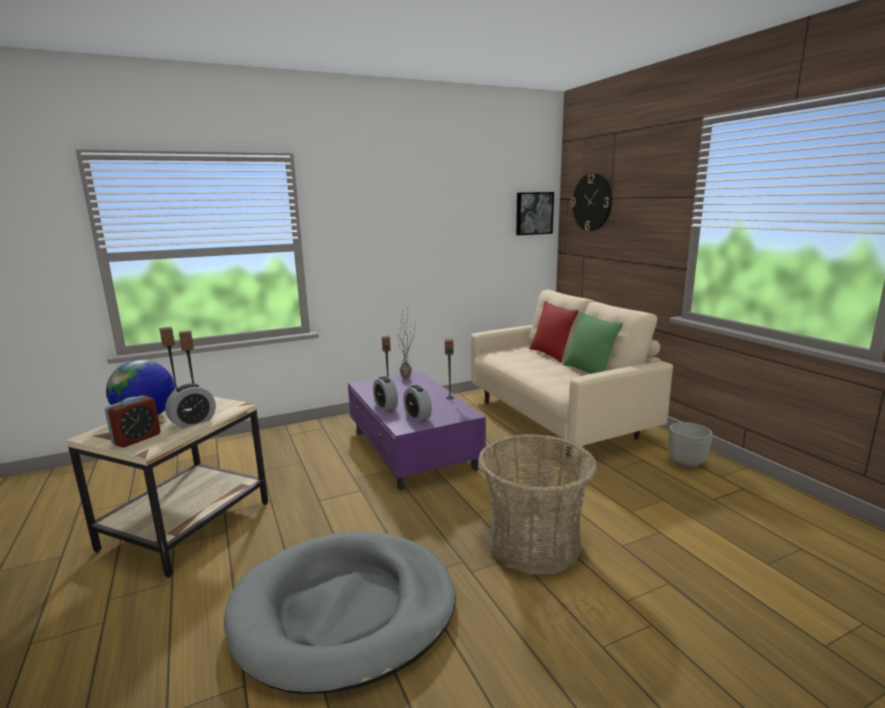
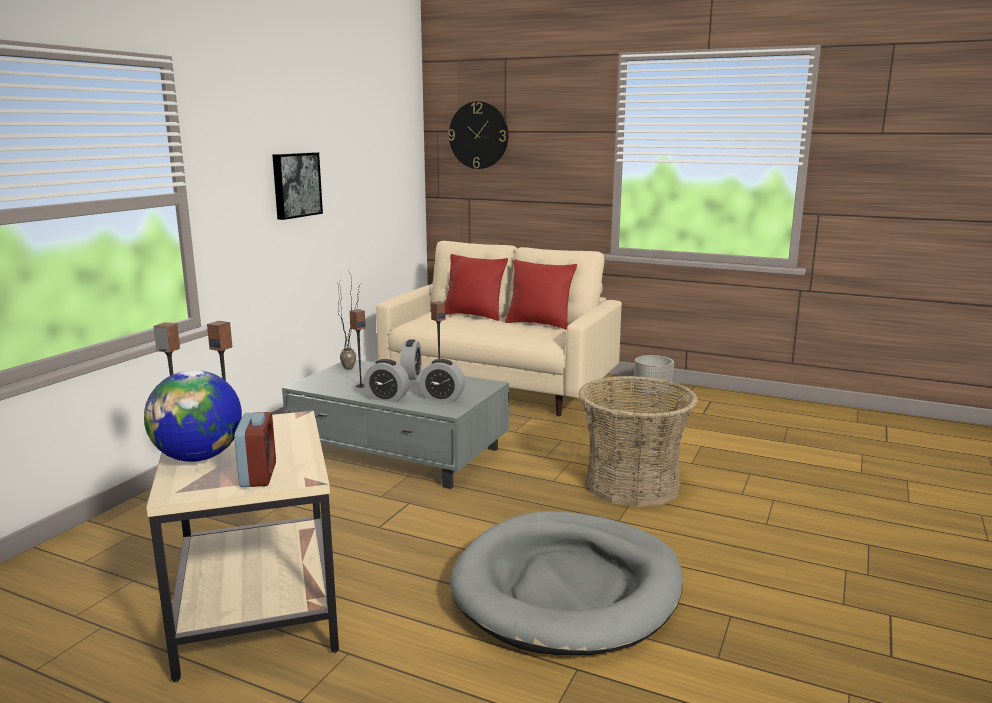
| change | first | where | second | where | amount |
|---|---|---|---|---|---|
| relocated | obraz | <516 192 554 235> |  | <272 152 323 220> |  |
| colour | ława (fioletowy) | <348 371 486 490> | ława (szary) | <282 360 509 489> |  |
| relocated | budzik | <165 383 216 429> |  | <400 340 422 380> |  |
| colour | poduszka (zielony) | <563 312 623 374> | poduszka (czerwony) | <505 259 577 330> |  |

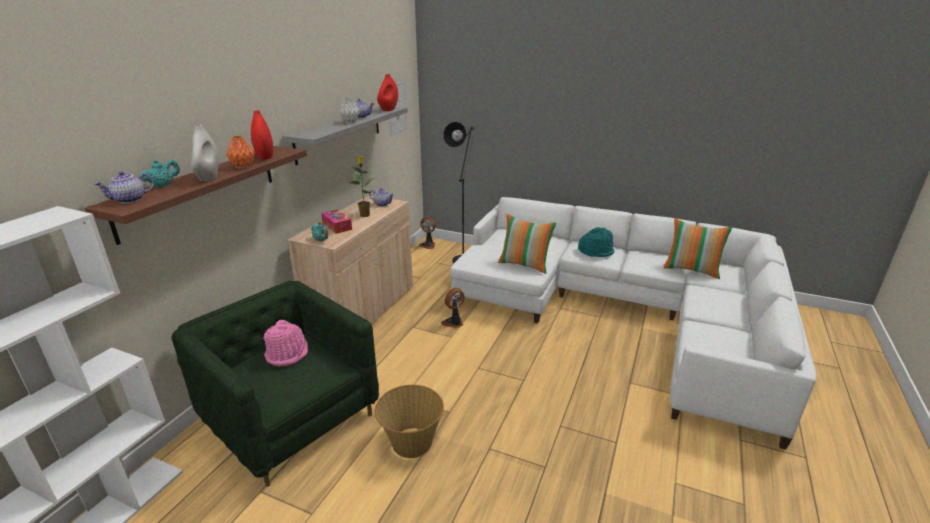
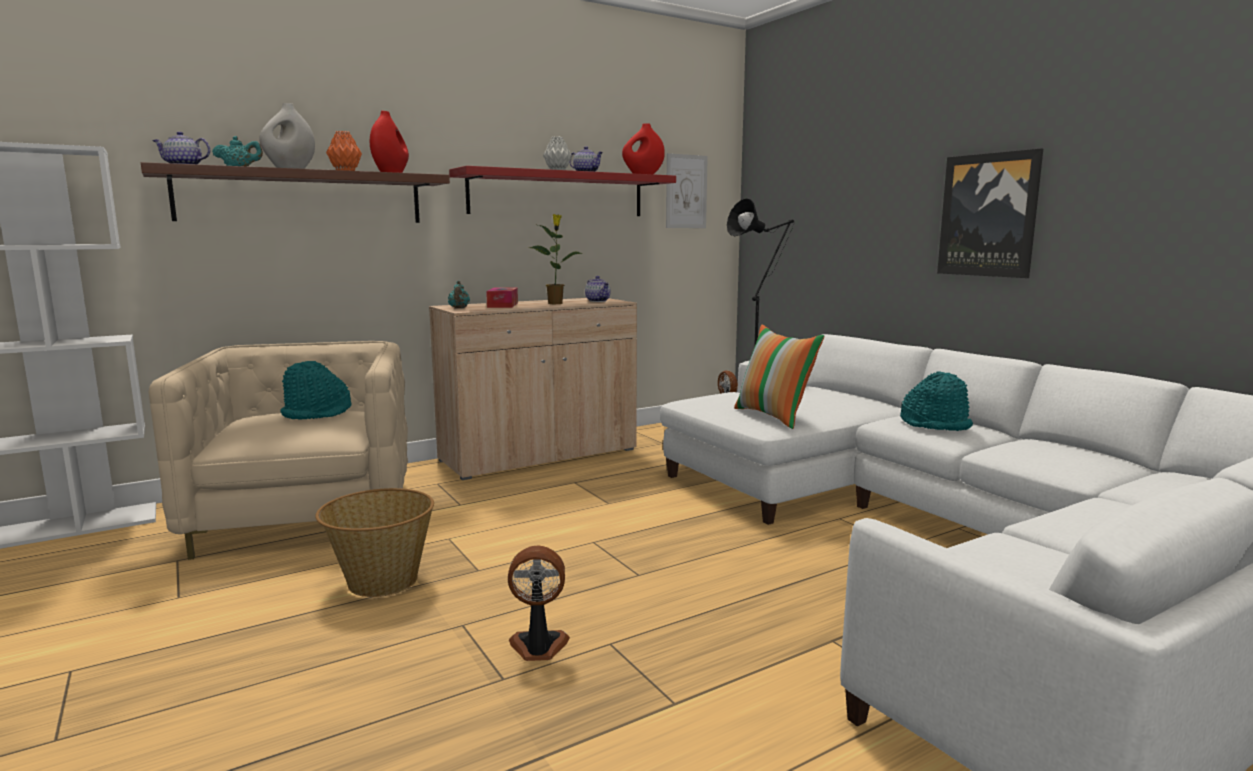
| change | first | where | second | where | amount |
|---|---|---|---|---|---|
| colour | fotel (zielony) | <171 281 379 487> | fotel (beżowy) | <149 341 408 560> |  |
| colour | kapelusz (różowy) | <263 320 308 366> | kapelusz (turkusowy) | <280 361 351 419> |  |
| colour | półka (szary) | <283 106 408 165> | półka (czerwony) | <449 166 676 216> |  |
| relocated | wentylator | <441 288 464 328> |  | <508 545 570 661> |  |
| appeared |  |  | obraz | <937 148 1043 278> |  |
| missing | poduszka | <664 218 733 279> |  |  |  |

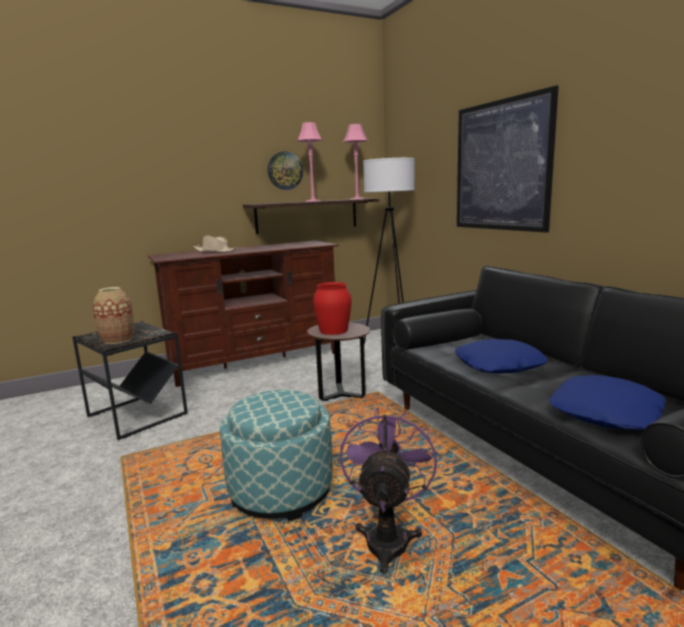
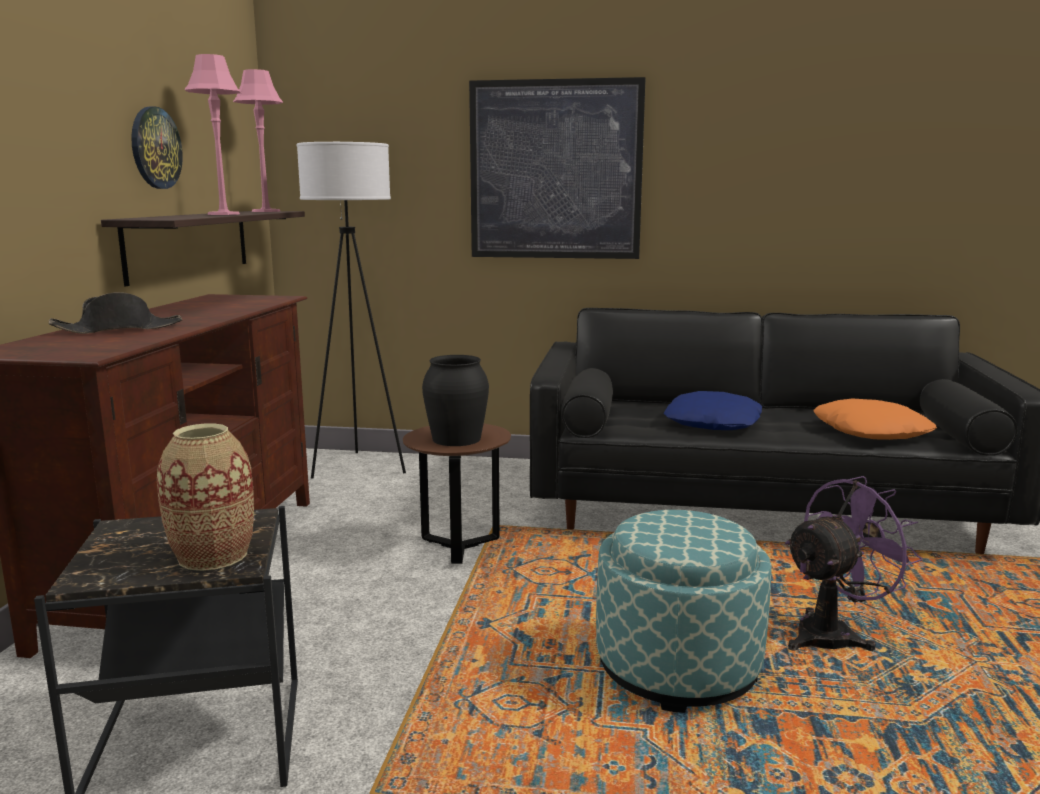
| change | first | where | second | where | amount |
|---|---|---|---|---|---|
| colour | kapelusz (beżowy) | <193 236 238 252> | kapelusz (czarny) | <48 292 182 334> |  |
| colour | wazon (czerwony) | <313 282 352 335> | wazon (czarny) | <422 355 489 446> |  |
| spun | wentylator (fioletowy) | <340 408 437 575> |  | <785 476 922 651> | 105 degrees clockwise |
| colour | poduszka (niebieski) | <549 375 666 430> | poduszka (pomarańczowy) | <814 398 937 440> |  |

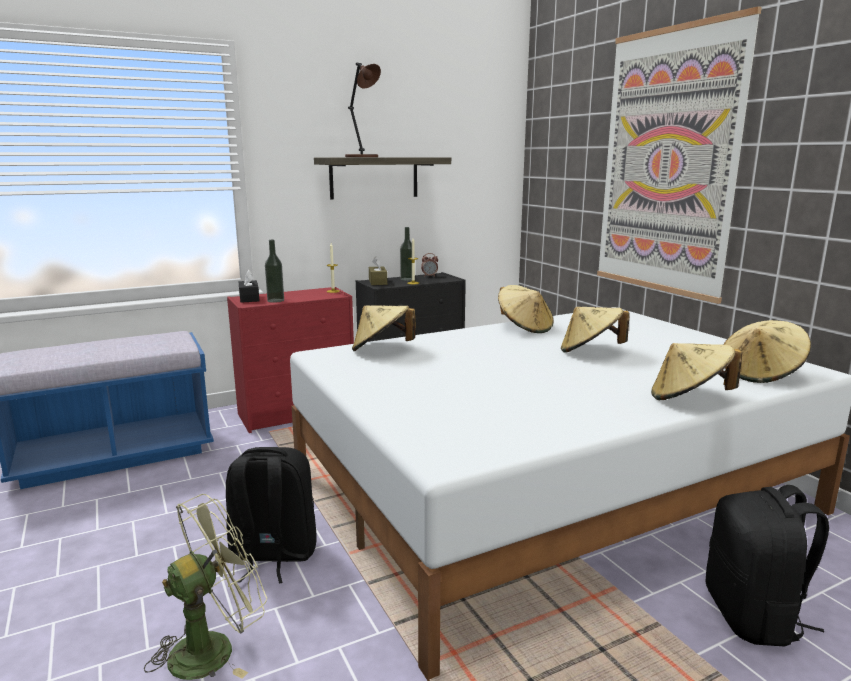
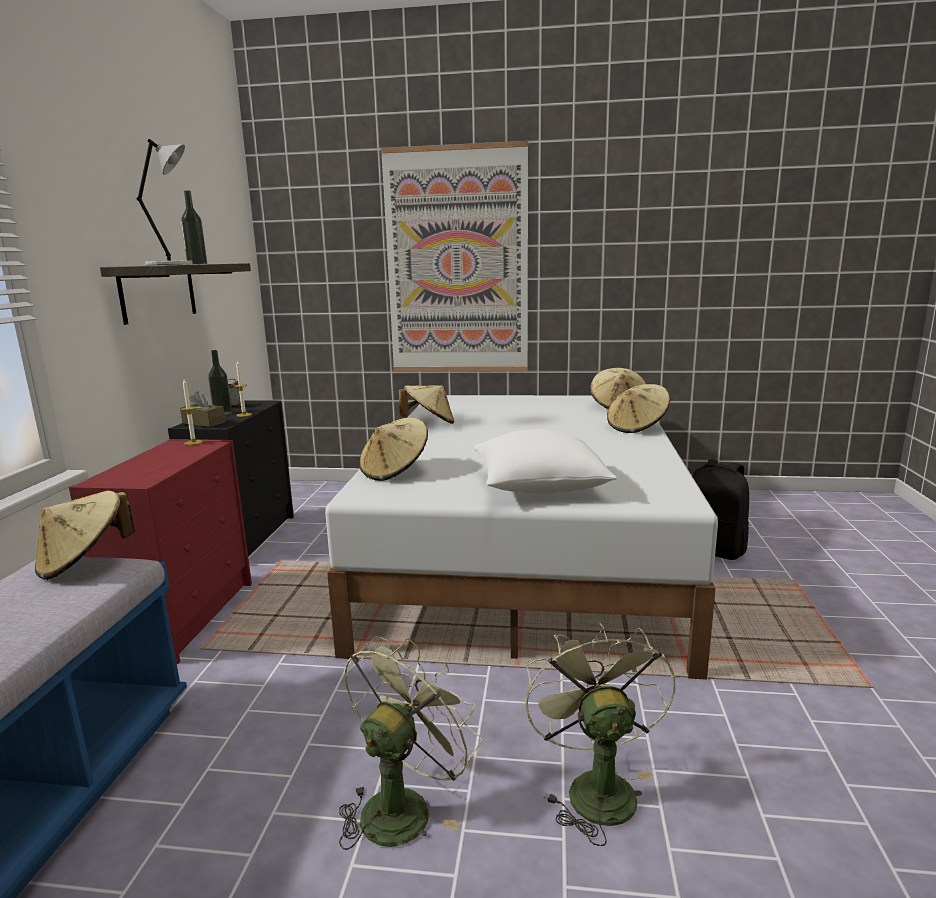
| change | first | where | second | where | amount |
|---|---|---|---|---|---|
| relocated | kapelusz (beżowy) | <561 307 630 353> |  | <35 491 135 580> |  |
| colour | lampa stołowa (brązowy) | <345 63 381 157> | lampa stołowa (szary) | <136 139 193 265> |  |
| relocated | butelka | <265 240 284 303> |  | <181 190 207 264> |  |
| appeared |  |  | wentylator (zielony) | <339 636 482 850> |  |
| appeared |  |  | poduszka (biały) | <473 429 617 493> |  |
| missing | plecak (czarny) | <226 447 317 583> |  |  |  |
| missing | pudełko chusteczek (czarny) | <239 270 259 303> |  |  |  |

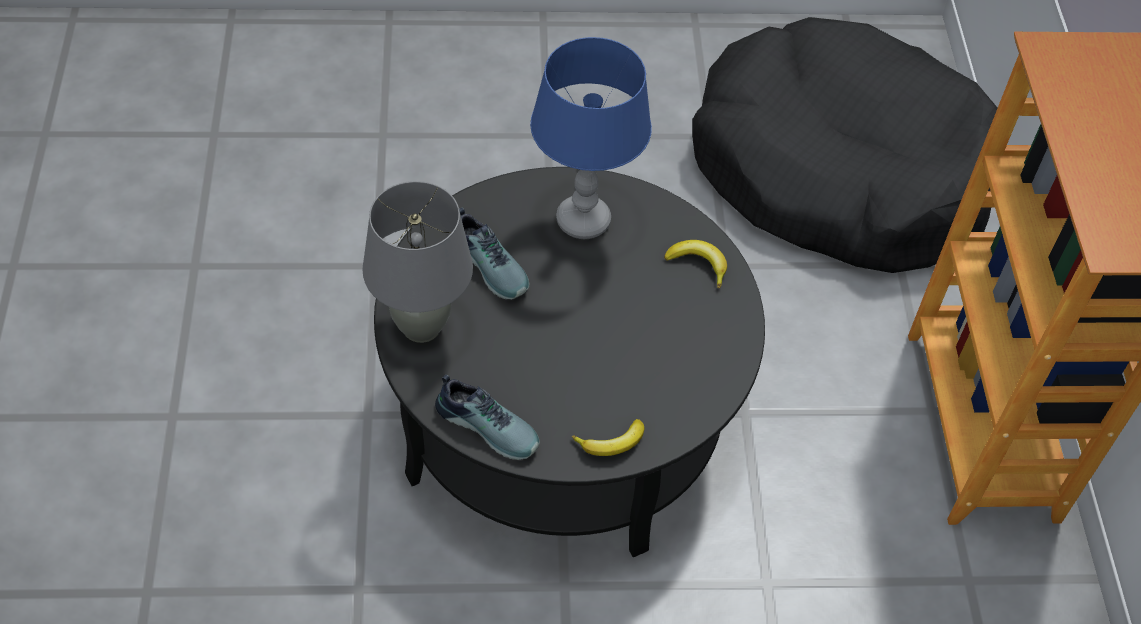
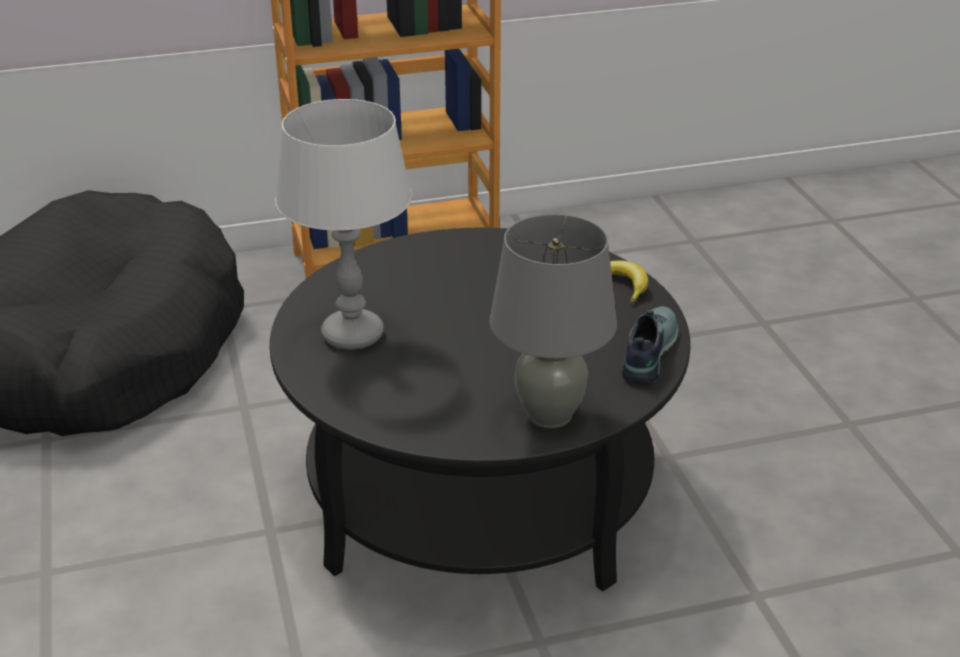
| change | first | where | second | where | amount |
|---|---|---|---|---|---|
| colour | lampa stołowa (niebieski) | <530 37 652 239> | lampa stołowa (szary) | <275 99 412 350> |  |
| missing | but | <459 208 529 300> |  |  |  |
| missing | banan | <664 240 727 288> |  |  |  |

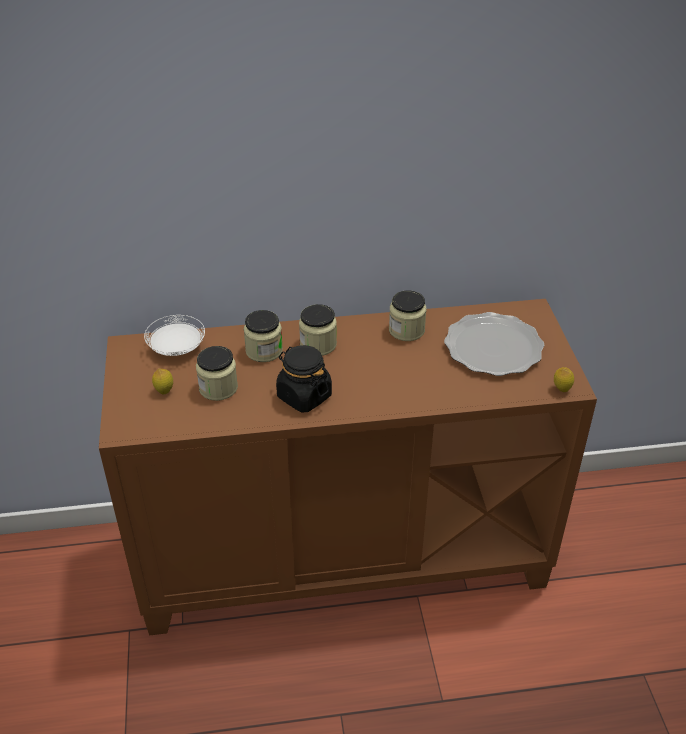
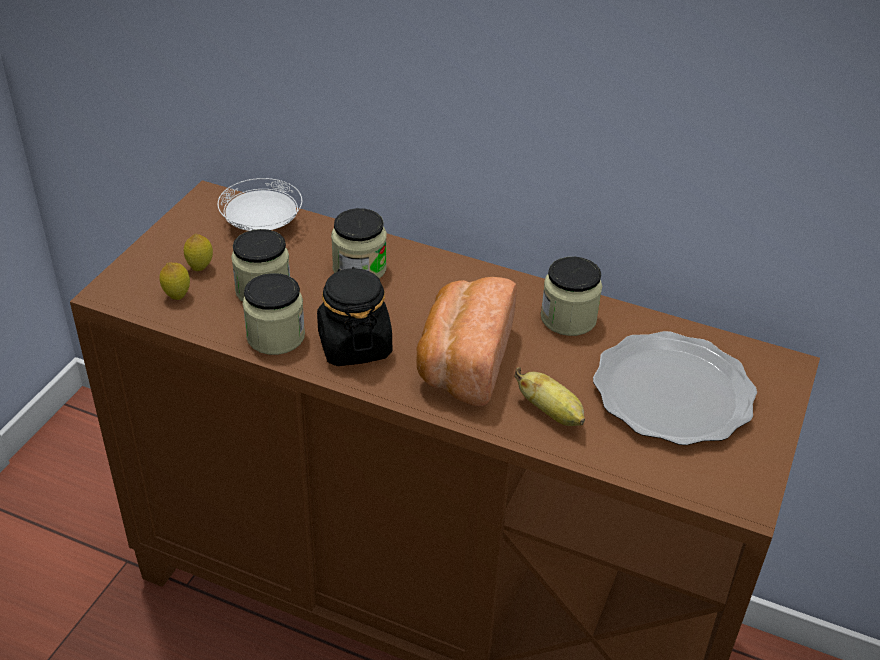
| change | first | where | second | where | amount |
|---|---|---|---|---|---|
| relocated | cytryna | <554 367 574 392> |  | <159 263 190 300> |  |
| relocated | słoik | <299 304 337 356> |  | <243 273 305 355> |  |
| appeared |  |  | chleb | <416 277 517 407> |  |
| appeared |  |  | banan | <514 367 585 426> |  |

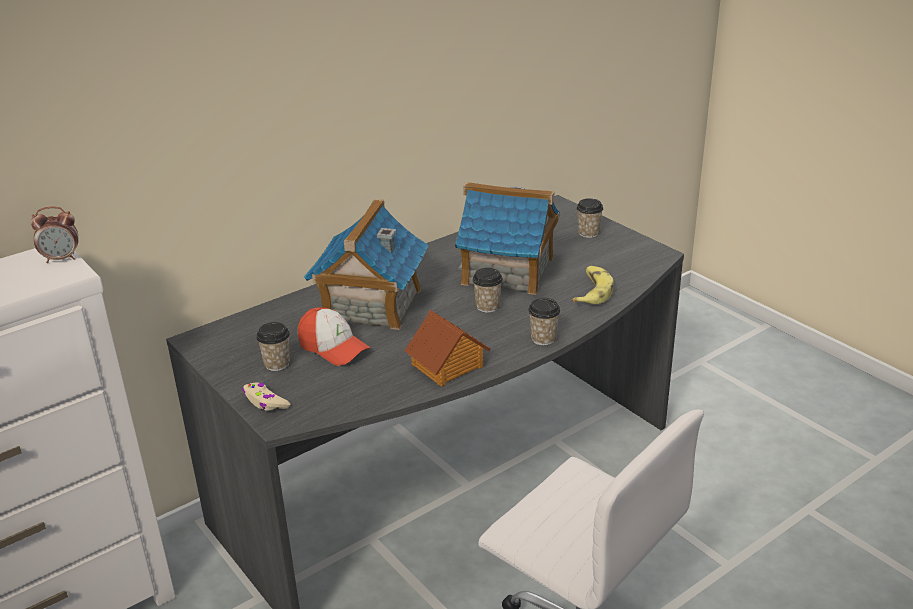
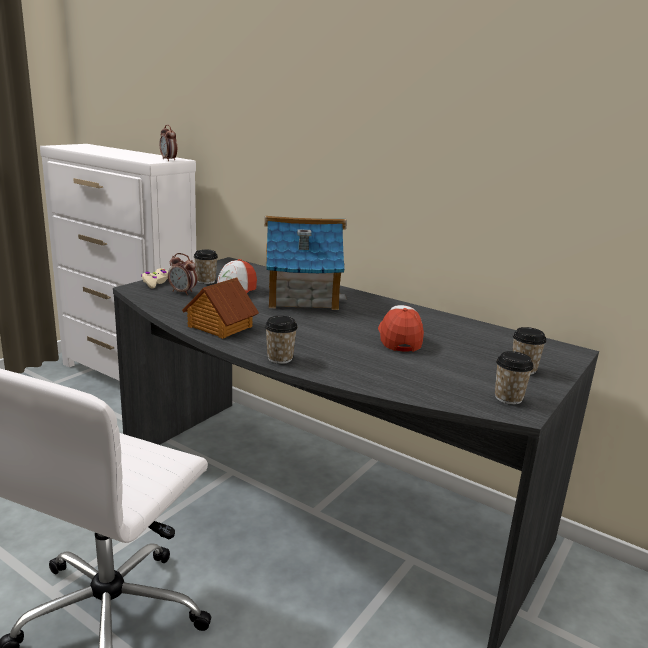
| change | first | where | second | where | amount |
|---|---|---|---|---|---|
| appeared |  |  | budzik | <168 253 197 295> |  |
| exchanged | domek | <455 182 560 295> | czapka z daszkiem | <378 305 424 352> |  |
| relocated | filiżanka | <472 268 503 313> |  | <495 351 533 405> |  |
| missing | banan | <572 266 614 304> |  |  |  |

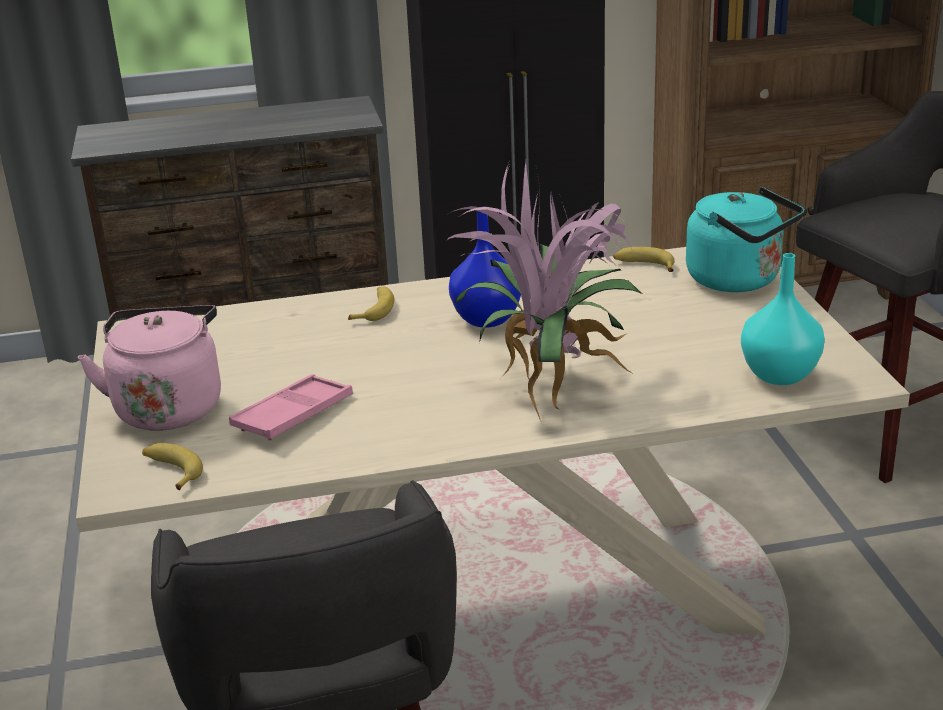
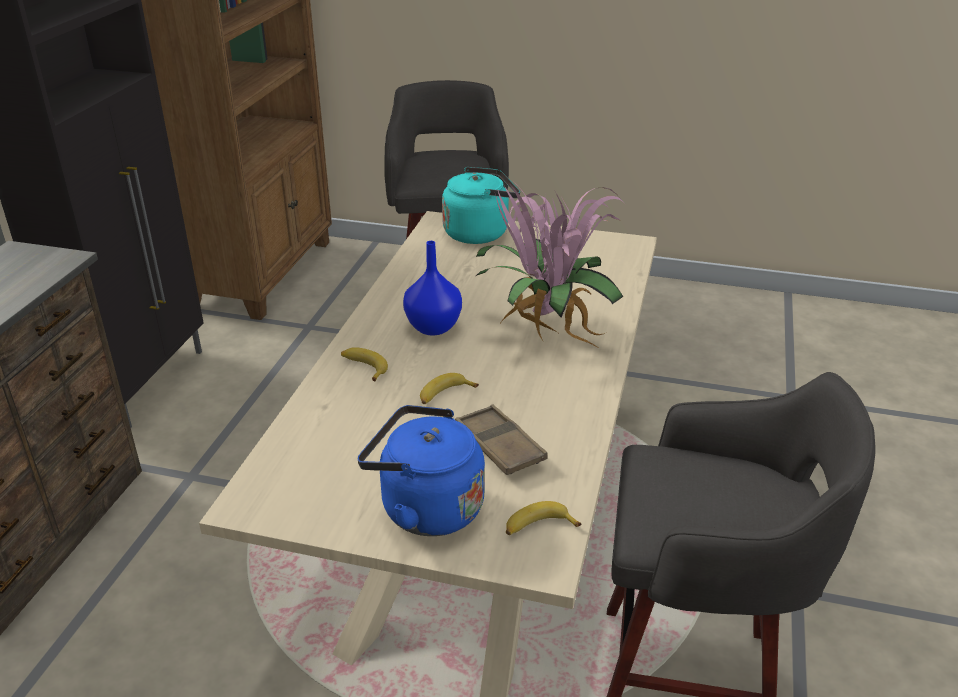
| change | first | where | second | where | amount |
|---|---|---|---|---|---|
| colour | czajnik (różowy) | <78 305 221 431> | czajnik (niebieski) | <358 405 485 536> |  |
| relocated | banan | <613 247 675 272> |  | <420 373 479 404> |  |
| colour | taca (różowy) | <229 374 353 441> | taca (brązowy) | <455 405 548 475> |  |
| missing | wazon (turkusowy) | <741 253 825 385> |  |  |  |

